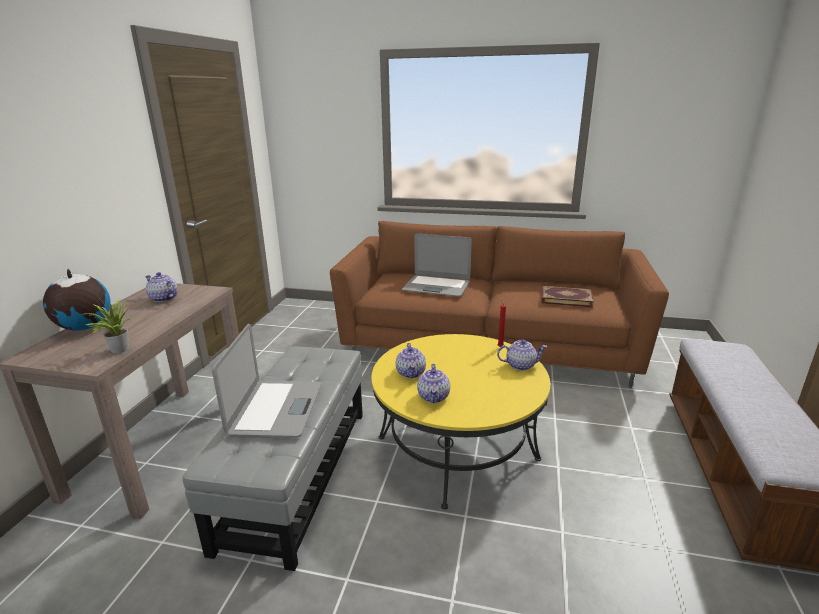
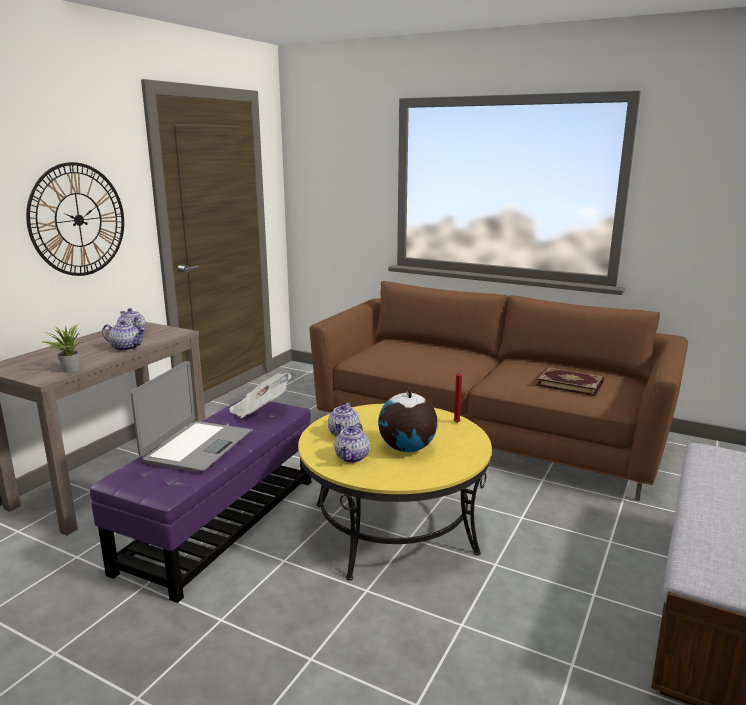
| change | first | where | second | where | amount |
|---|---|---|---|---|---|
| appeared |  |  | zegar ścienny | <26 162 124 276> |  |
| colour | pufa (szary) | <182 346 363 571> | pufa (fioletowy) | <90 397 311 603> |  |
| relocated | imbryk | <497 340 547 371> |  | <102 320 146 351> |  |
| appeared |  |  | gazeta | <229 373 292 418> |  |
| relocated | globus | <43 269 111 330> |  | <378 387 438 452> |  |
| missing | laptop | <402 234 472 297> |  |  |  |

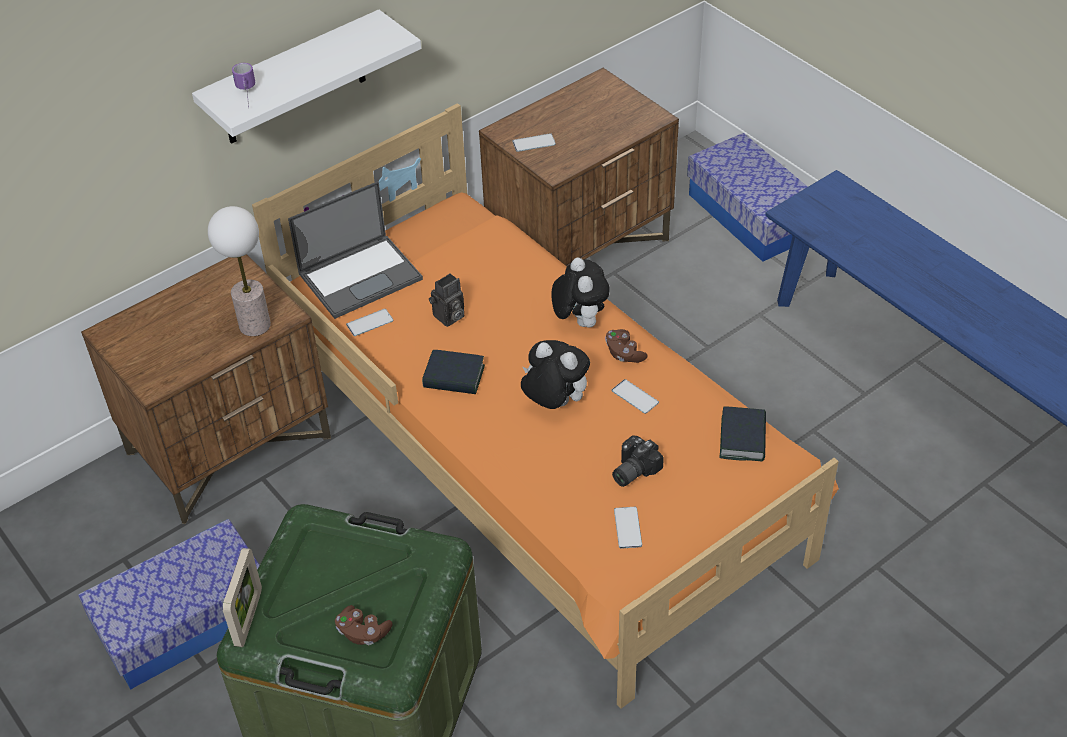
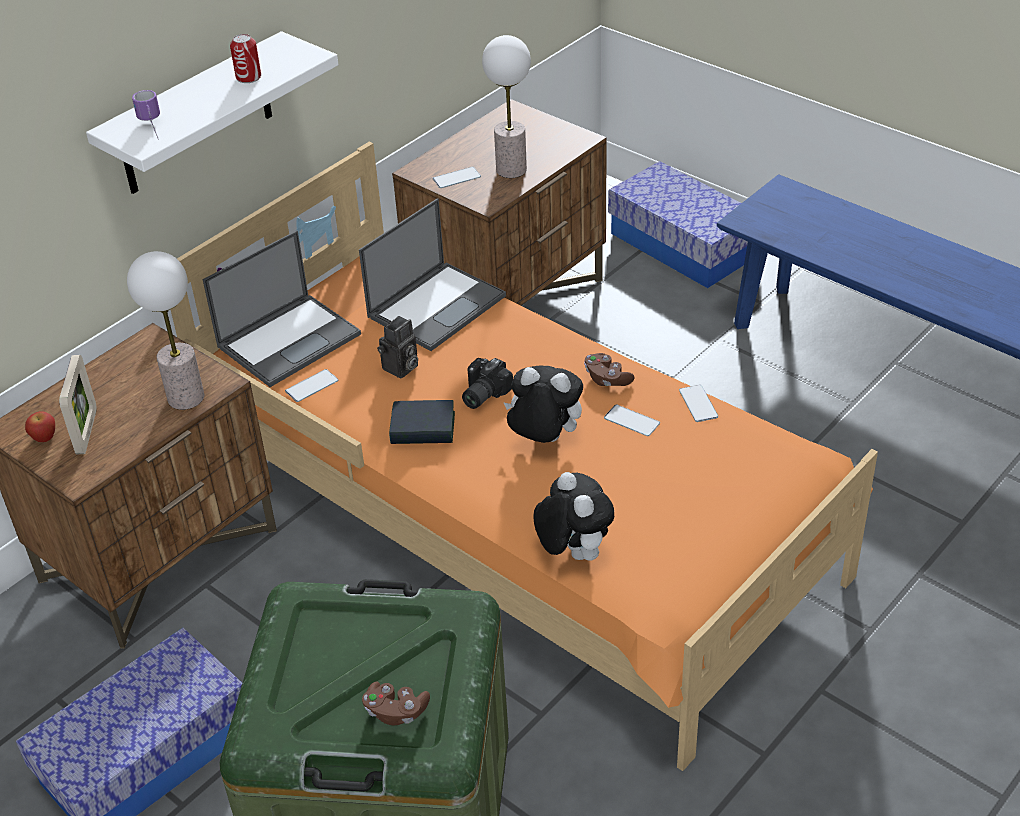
| change | first | where | second | where | amount |
|---|---|---|---|---|---|
| appeared |  |  | jabłko | <25 411 55 442> |  |
| relocated | ramka na zdjęcie | <223 548 262 647> |  | <59 355 97 454> |  |
| appeared |  |  | puszka | <230 34 261 83> |  |
| appeared |  |  | laptop | <359 198 506 351> |  |
| relocated | aparat fotograficzny | <612 435 664 487> |  | <462 358 513 409> |  |
| appeared |  |  | lampa stołowa | <482 35 531 178> |  |
| relocated | pluszak | <551 258 610 327> |  | <533 472 614 561> |  |
| relocated | telefon | <614 507 642 549> |  | <679 385 718 422> |  |
| missing | książka | <719 406 766 462> |  |  |  |

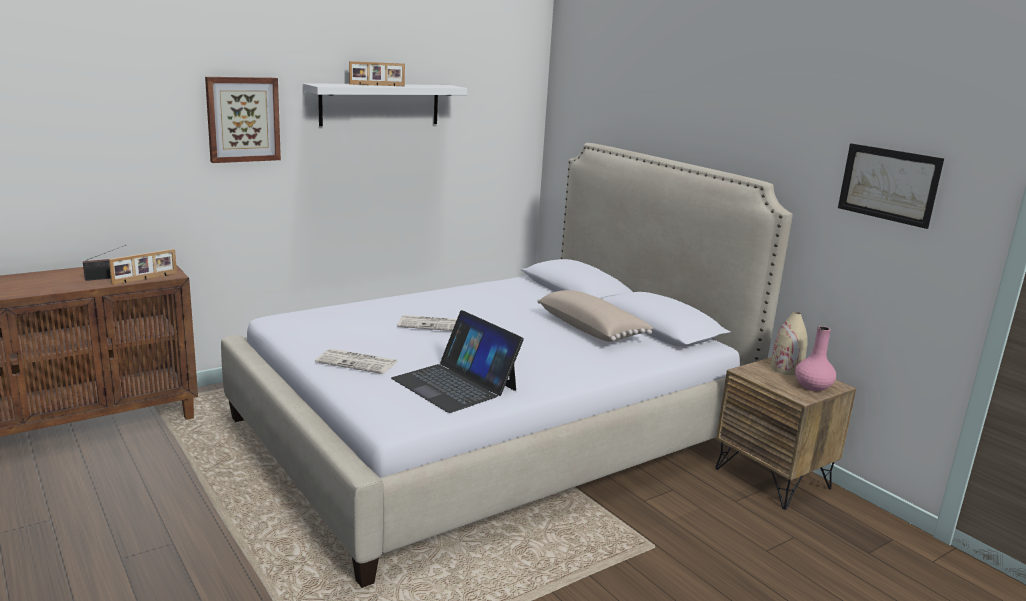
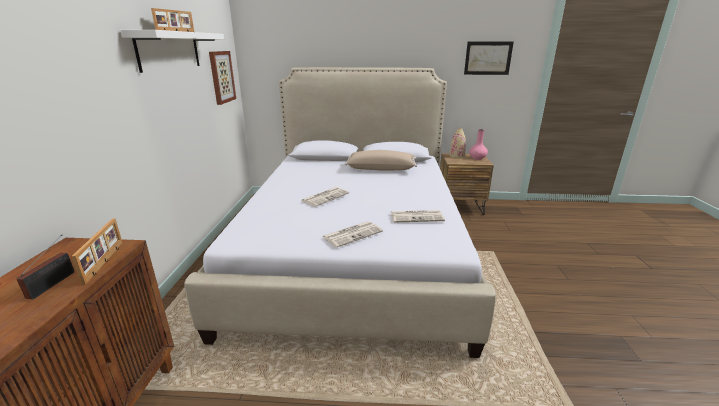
| change | first | where | second | where | amount |
|---|---|---|---|---|---|
| relocated | obraz | <205 77 281 163> |  | <209 51 236 105> |  |
| exchanged | laptop | <391 310 524 413> | gazeta | <391 210 445 222> |  |

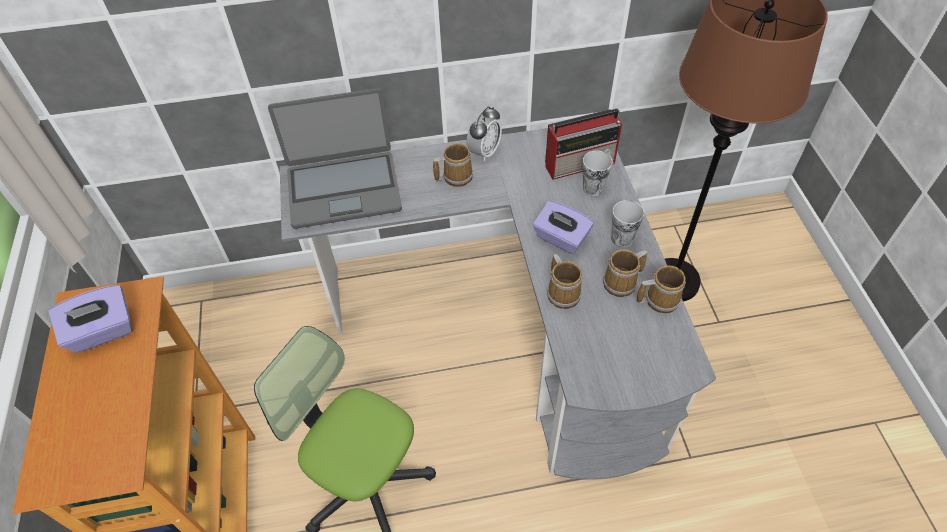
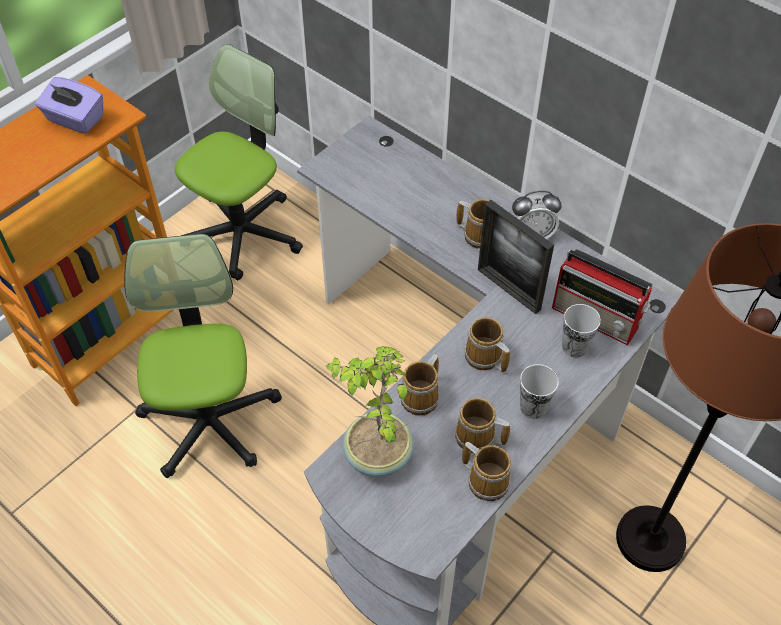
| change | first | where | second | where | amount |
|---|---|---|---|---|---|
| appeared |  |  | krzesło biurowe | <175 44 303 280> |  |
| appeared |  |  | roślina doniczkowa | <326 346 414 477> |  |
| exchanged | pudełko chusteczek (fioletowy) | <533 201 594 254> | kubek | <464 317 510 372> |  |
| appeared |  |  | ramka na zdjęcie | <478 200 554 314> |  |
| missing | laptop | <268 88 402 229> |  |  |  |

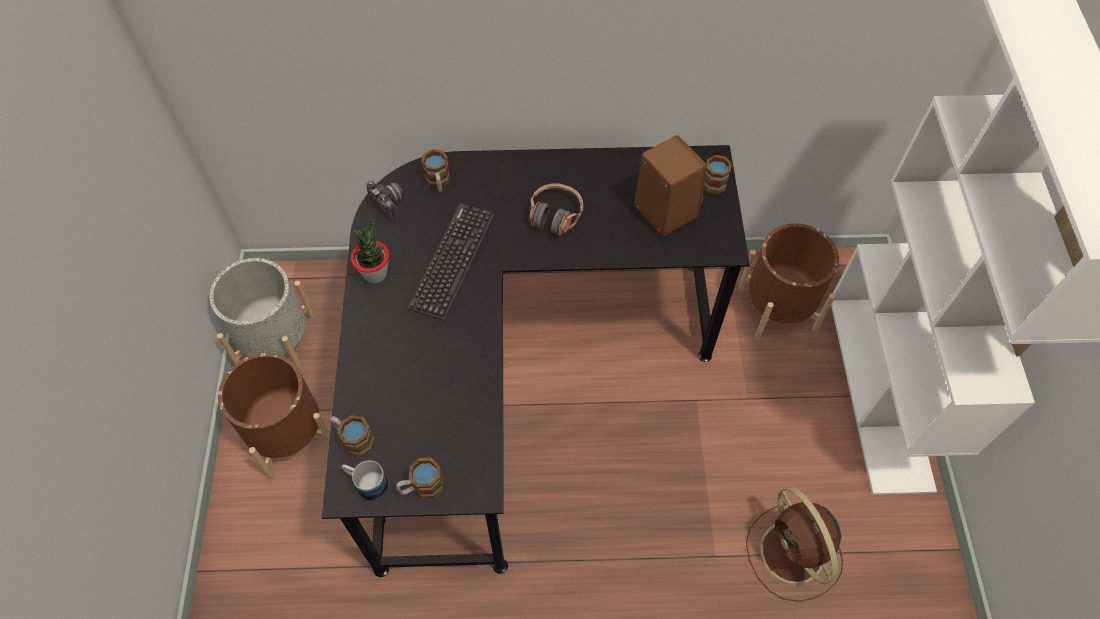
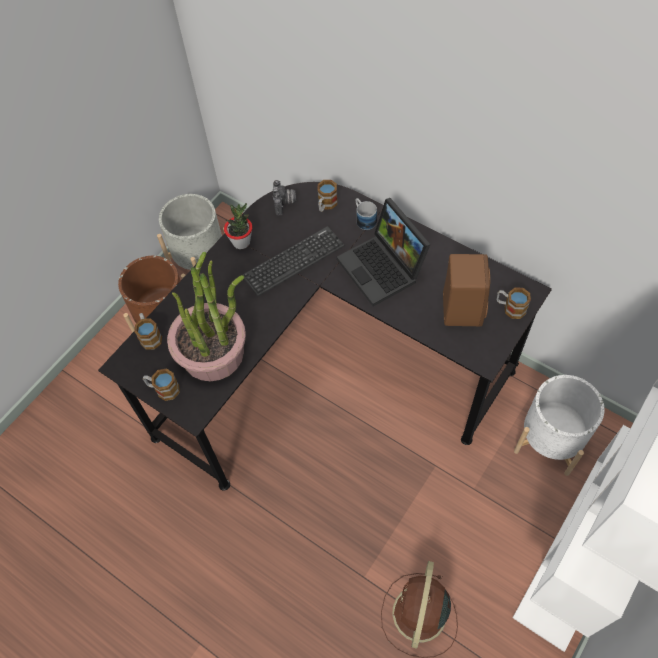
| change | first | where | second | where | amount |
|---|---|---|---|---|---|
| appeared |  |  | roślina doniczkowa | <167 252 246 381> |  |
| exchanged | słuchawki | <529 183 584 236> | laptop | <337 198 431 306> |  |
| relocated | kubek | <342 460 389 501> |  | <356 198 377 230> |  |
| colour | donica (brązowy) | <738 223 839 340> | donica (biały) | <514 375 604 476> |  |

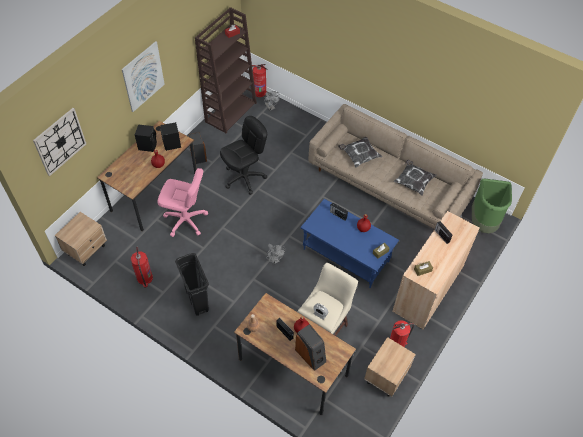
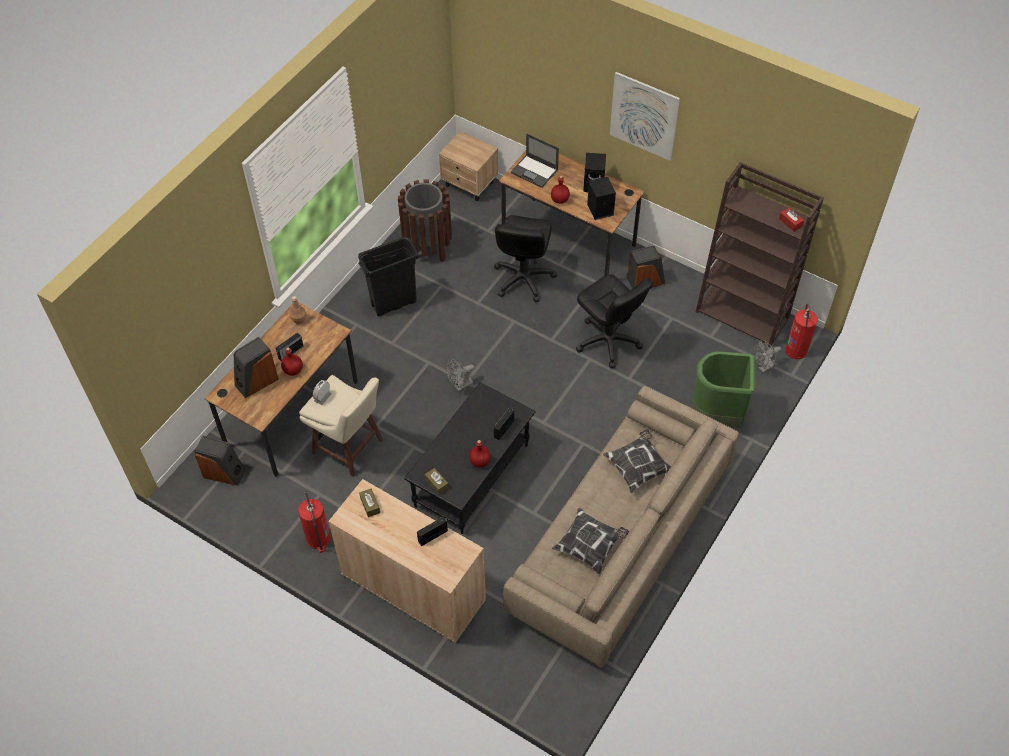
| change | first | where | second | where | amount |
|---|---|---|---|---|---|
| appeared |  |  | głośnik | <194 436 246 486> |  |
| exchanged | gaśnica | <131 246 153 287> | kosz na śmieci (brązowy) | <398 179 452 262> |  |
| colour | ława (niebieski) | <300 199 399 288> | ława (czarny) | <404 382 536 534> |  |
| colour | krzesło biurowe (różowy) | <157 168 208 237> | krzesło biurowe (czarny) | <494 215 557 302> |  |
| appeared |  |  | laptop | <511 134 559 188> |  |
| relocated | kosz na śmieci (zielony) | <472 179 512 233> |  | <691 351 755 428> |  |
| missing | zegar ścienny | <33 108 86 176> |  |  |  |
| missing | szafka nocna (beżowy) | <364 337 416 397> |  |  |  |

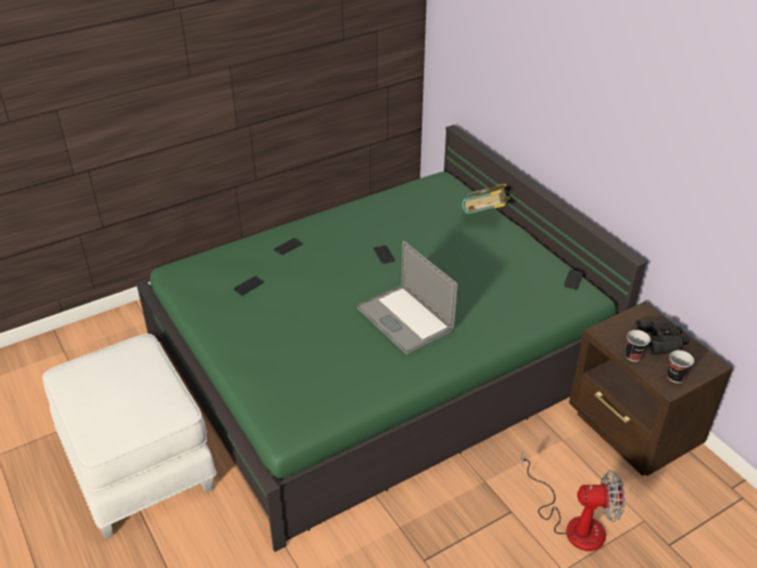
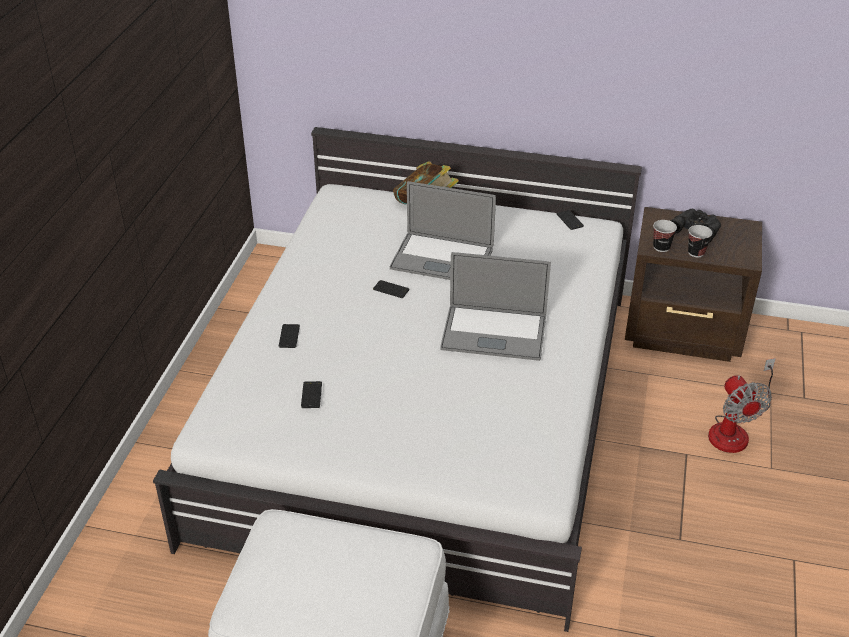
| change | first | where | second | where | amount |
|---|---|---|---|---|---|
| colour | łóżko (zielony) | <136 125 647 552> | łóżko (biały) | <153 127 642 632> |  |
| appeared |  |  | laptop | <390 181 496 280> |  |
| relocated | filiżanka | <667 350 694 383> |  | <653 220 677 252> |  |
| spun | wentylator | <521 451 625 551> |  | <708 358 776 453> | 120 degrees clockwise |

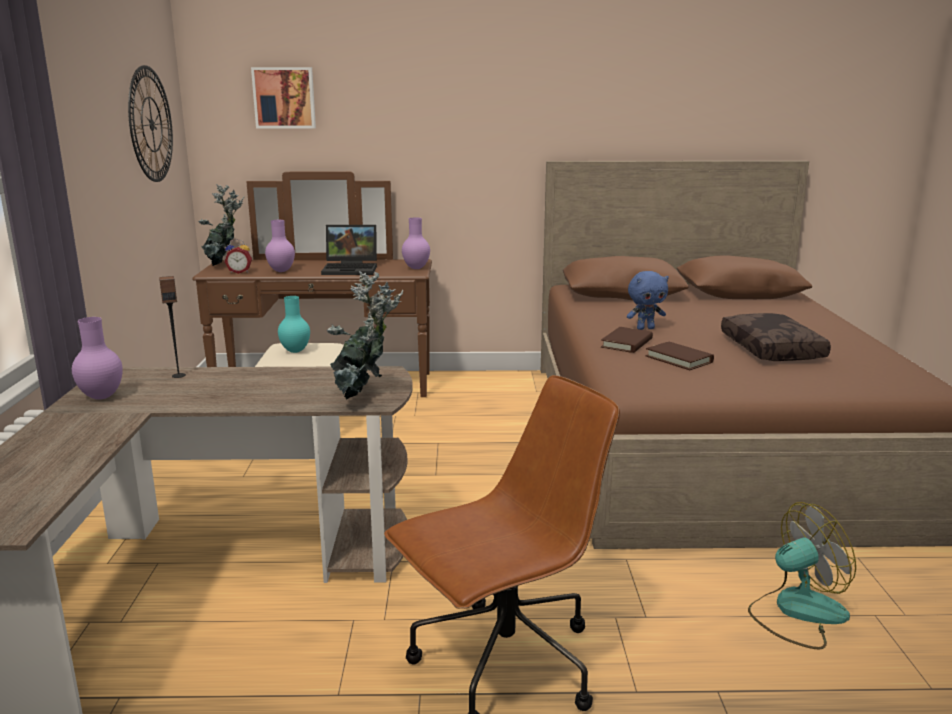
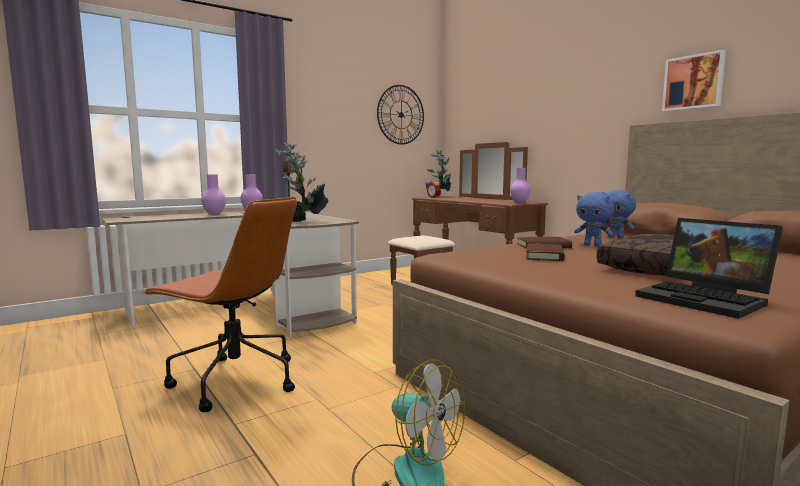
| change | first | where | second | where | amount |
|---|---|---|---|---|---|
| relocated | wazon (fioletowy) | <265 220 295 272> |  | <201 174 226 215> |  |
| appeared |  |  | pluszak (niebieski) | <602 190 636 239> |  |
| relocated | laptop | <321 224 377 275> |  | <635 218 783 319> |  |
| relocated | obraz | <251 67 316 128> |  | <662 50 726 112> |  |
| missing | wazon (turkusowy) | <278 296 310 353> |  |  |  |

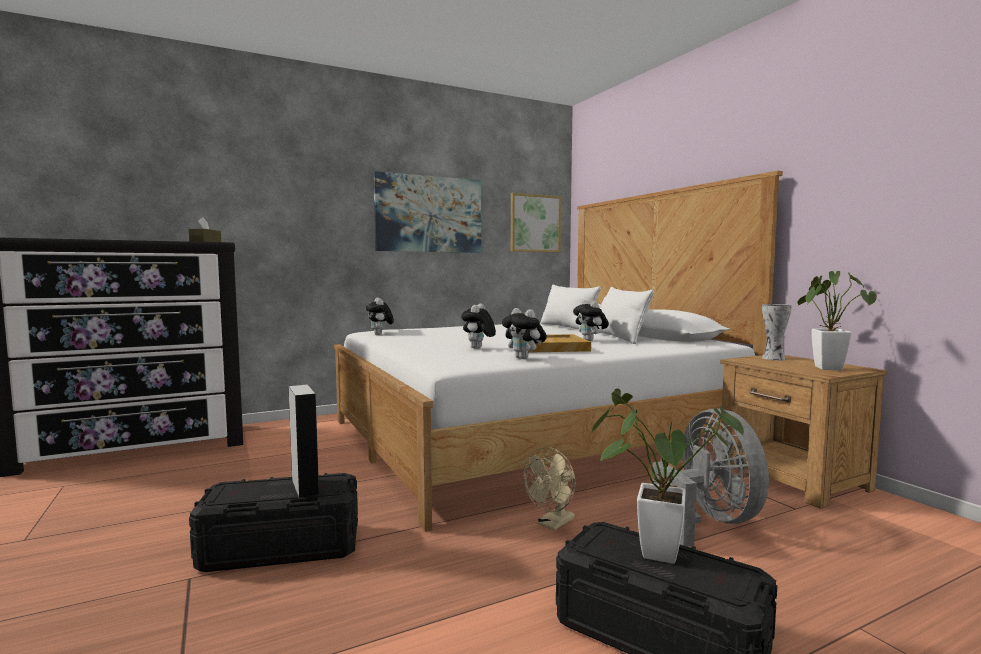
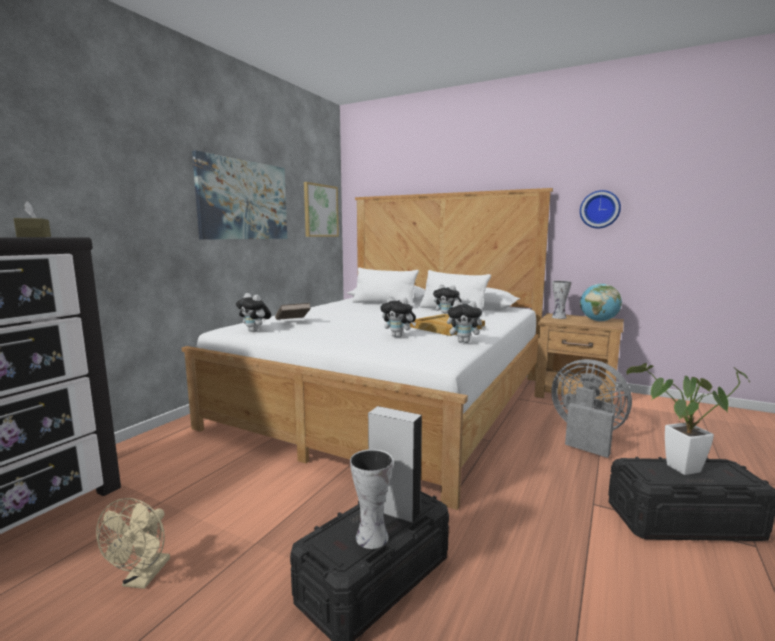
| change | first | where | second | where | amount |
|---|---|---|---|---|---|
| relocated | wentylator (beżowy) | <523 447 575 531> |  | <96 498 170 589> |  |
| appeared |  |  | książka (brązowy) | <275 303 311 320> |  |
| appeared |  |  | wazon | <350 449 393 549> |  |
| spun | pluszak | <461 303 496 349> |  | <380 296 416 338> | 45 degrees counterclockwise |
| appeared |  |  | zegar ścienny | <580 190 621 228> |  |
| exchanged | roślina doniczkowa | <797 271 877 370> | globus | <580 284 622 322> |  |

